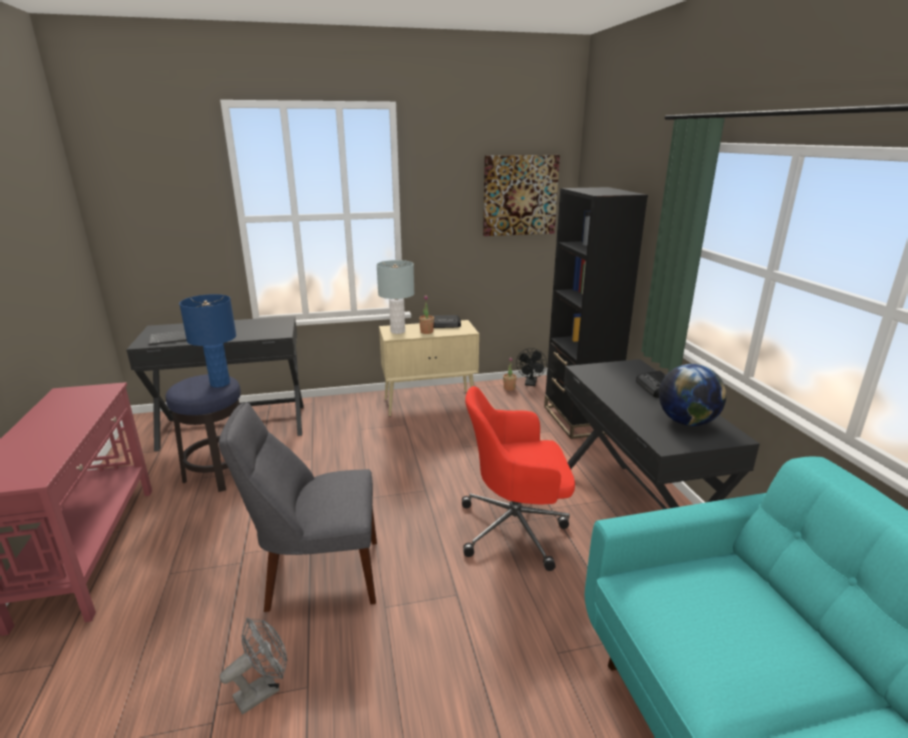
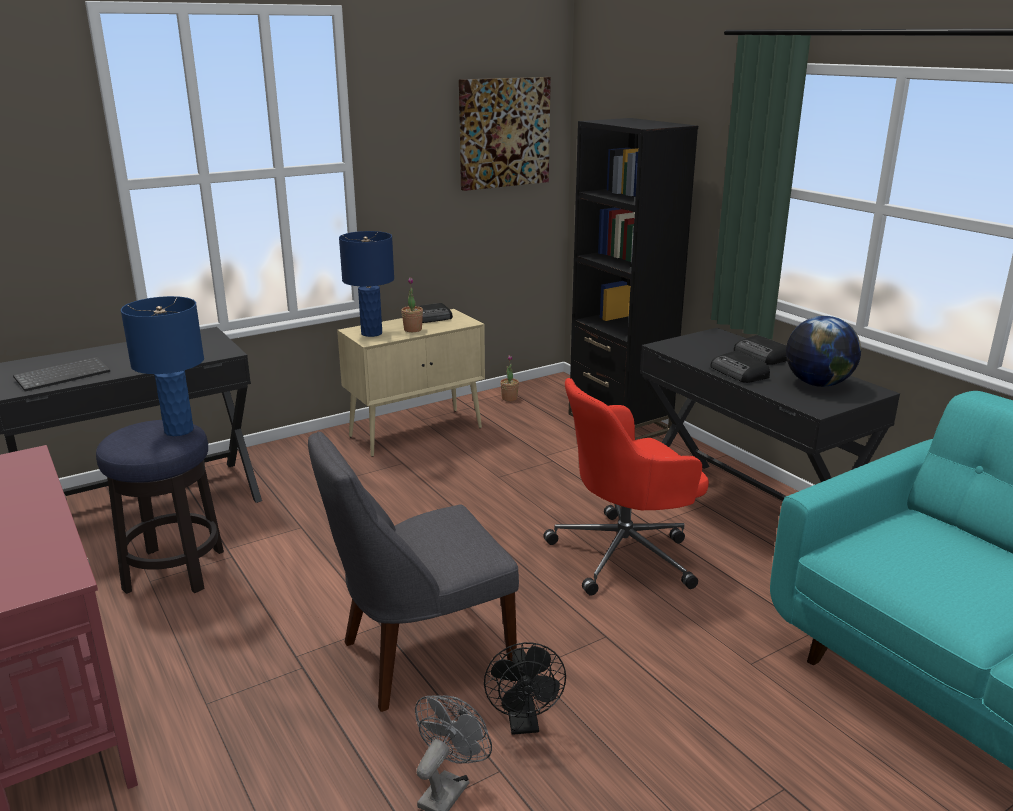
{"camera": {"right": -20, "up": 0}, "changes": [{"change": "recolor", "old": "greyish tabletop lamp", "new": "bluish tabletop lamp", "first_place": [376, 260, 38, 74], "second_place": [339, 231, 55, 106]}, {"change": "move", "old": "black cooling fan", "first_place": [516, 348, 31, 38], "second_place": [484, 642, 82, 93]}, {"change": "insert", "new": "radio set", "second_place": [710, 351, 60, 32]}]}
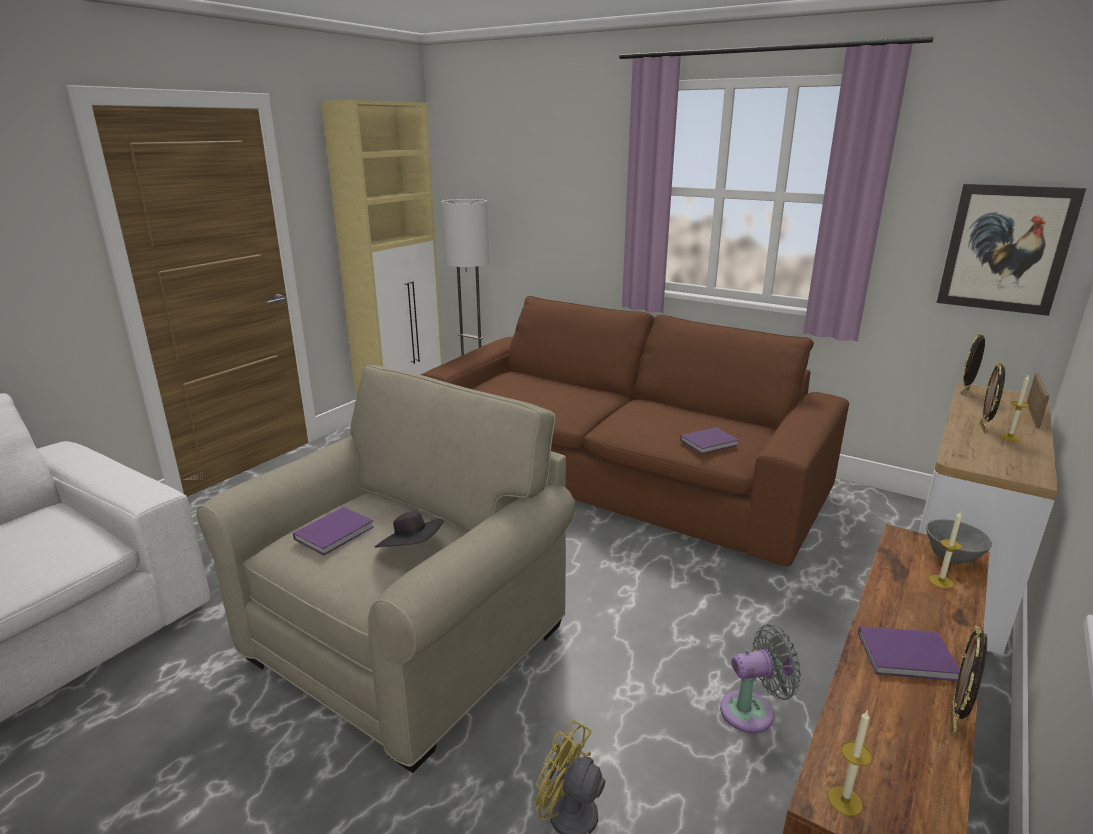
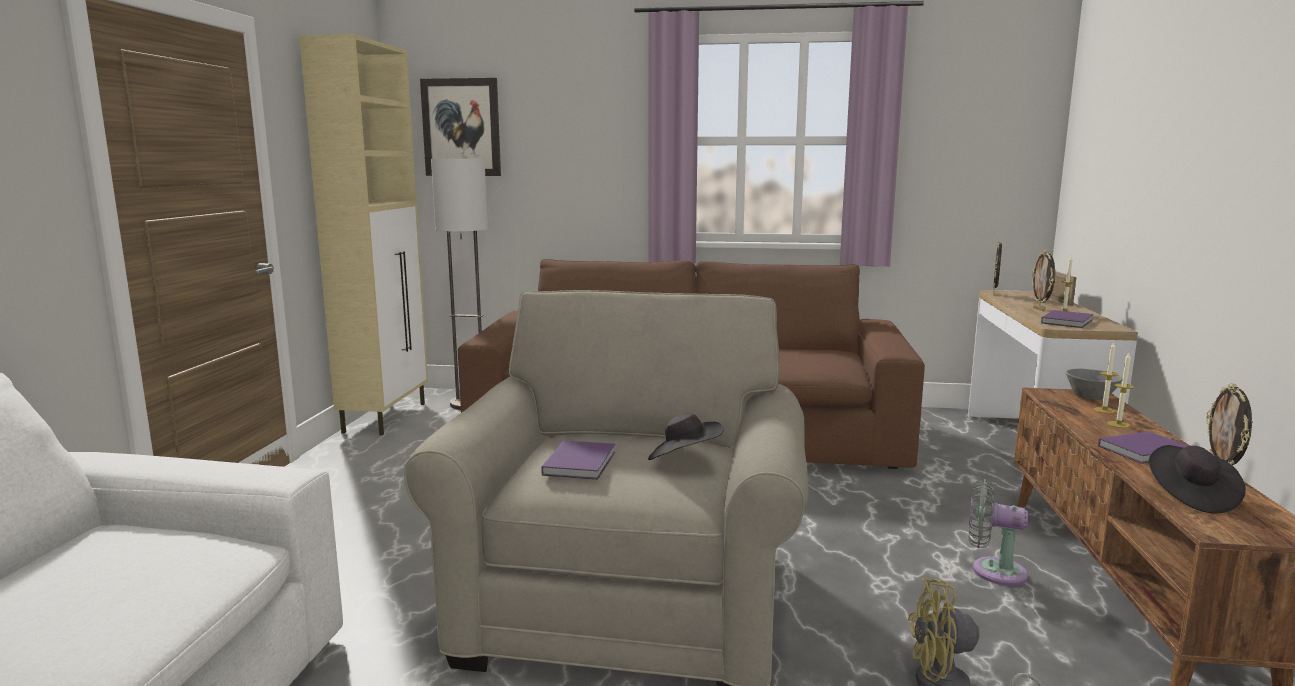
{"camera": {"right": -25, "up": -10}, "changes": [{"change": "move", "old": "wall picture", "first_place": [937, 184, 149, 132], "second_place": [420, 78, 81, 98]}, {"change": "move", "old": "purplish volume", "first_place": [680, 427, 59, 27], "second_place": [1041, 310, 52, 18]}, {"change": "rotate", "old": "greyish cooling fan", "first_place": [720, 624, 81, 109], "second_place": [968, 479, 60, 107], "degrees": -120}, {"change": "move", "old": "wax light", "first_place": [828, 710, 44, 106], "second_place": [1107, 353, 27, 75]}, {"change": "insert", "new": "black clothing hat", "second_place": [1149, 445, 97, 68]}]}
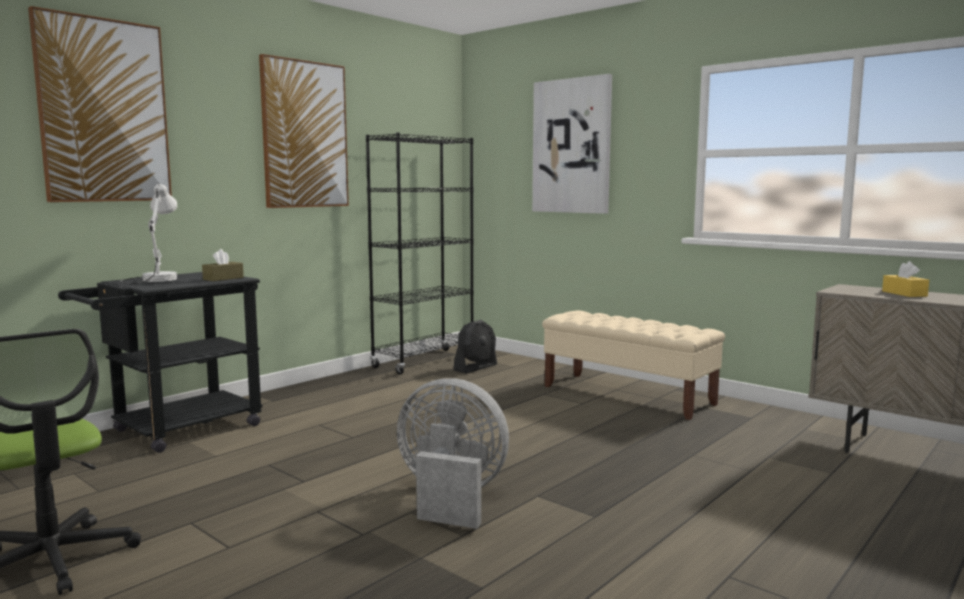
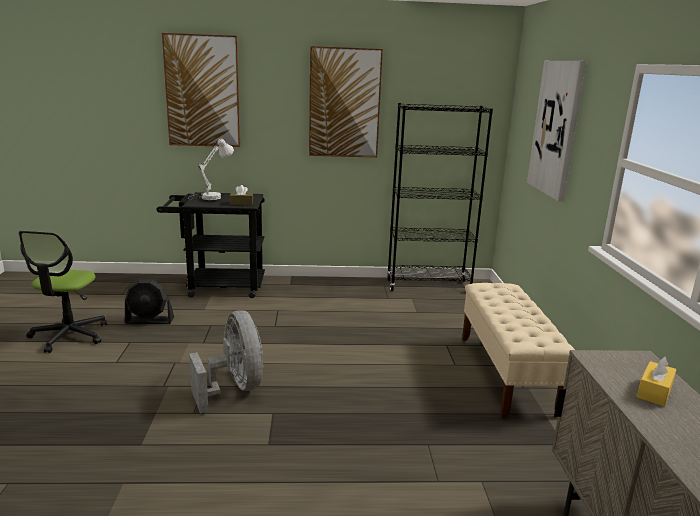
{"camera": {"right": 45, "up": 10}, "changes": [{"change": "move", "old": "black cooling fan", "first_place": [453, 320, 44, 54], "second_place": [125, 280, 49, 44]}]}
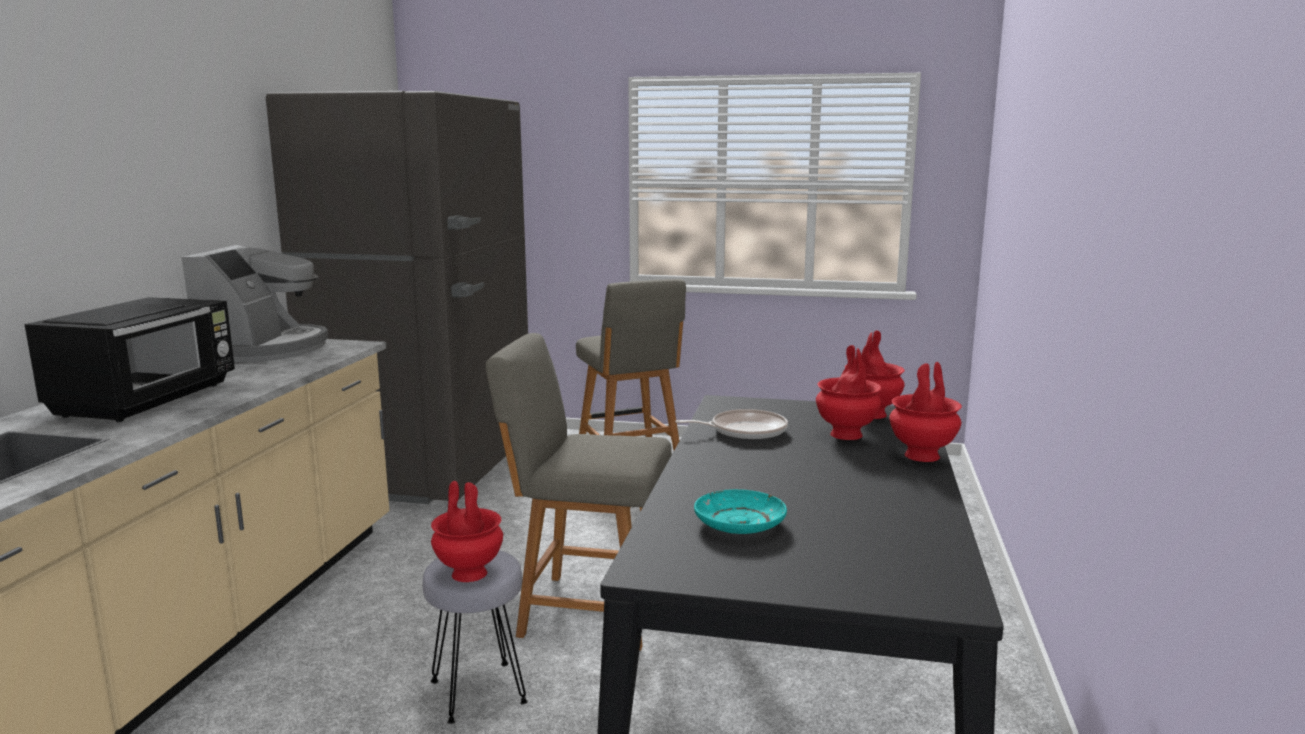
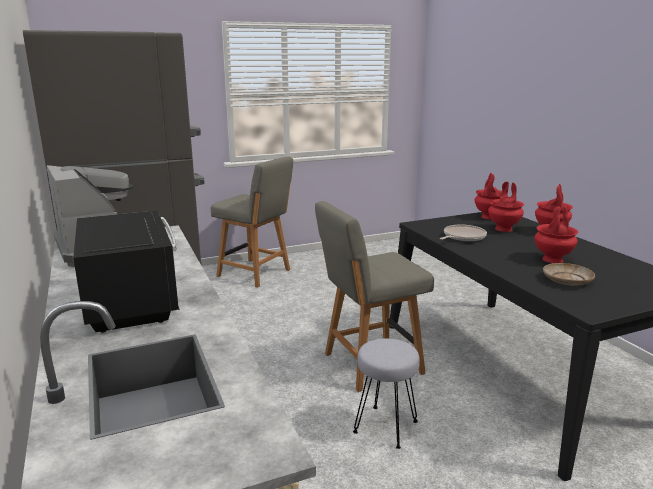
{"camera": {"right": -35, "up": 5}, "changes": [{"change": "move", "old": "reddish decorative vase", "first_place": [431, 481, 72, 101], "second_place": [534, 206, 44, 57]}, {"change": "recolor", "old": "turquoise flat dish", "new": "sand-coloured flat dish", "first_place": [694, 489, 93, 45], "second_place": [543, 263, 52, 23]}]}
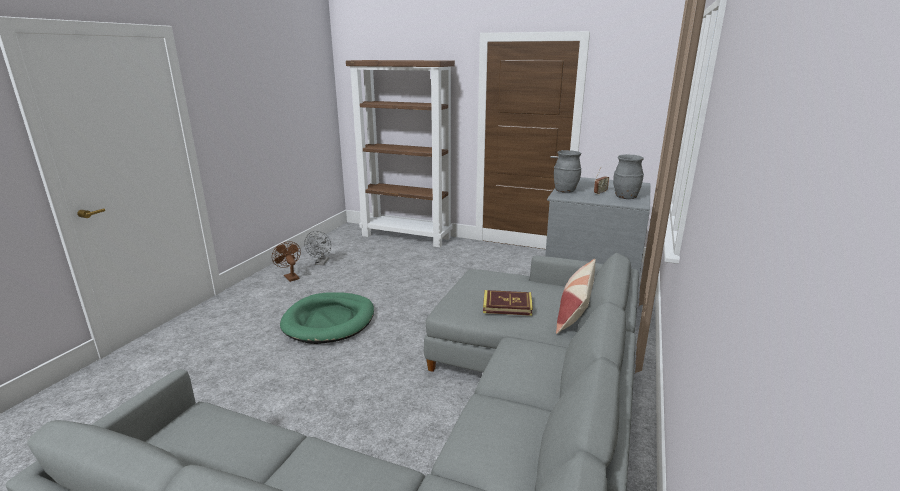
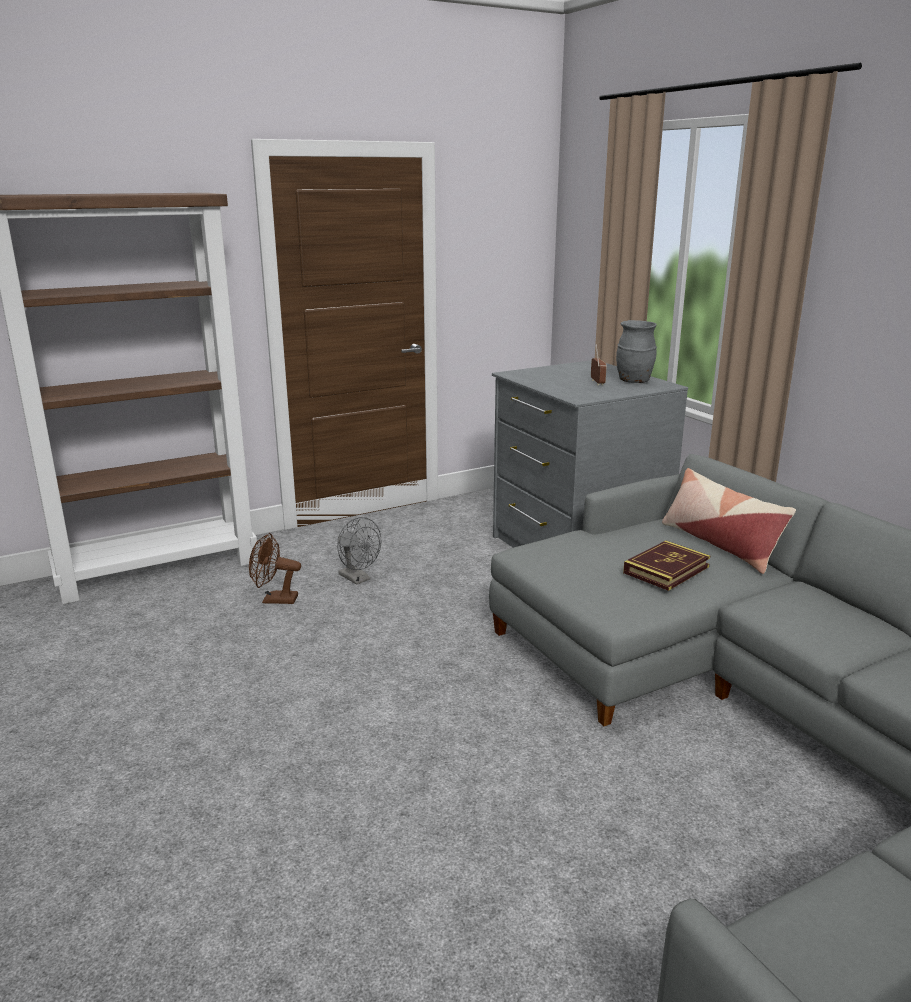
{"camera": {"right": -50, "up": 0}, "changes": [{"change": "delete", "old": "greyish decorative vase", "first_place": [554, 150, 27, 43]}, {"change": "move", "old": "greyish cooling fan", "first_place": [304, 231, 27, 34], "second_place": [337, 517, 44, 68]}, {"change": "move", "old": "brownish cooling fan", "first_place": [272, 241, 29, 41], "second_place": [249, 533, 52, 71]}, {"change": "delete", "old": "green pet bed", "first_place": [280, 292, 94, 52]}]}
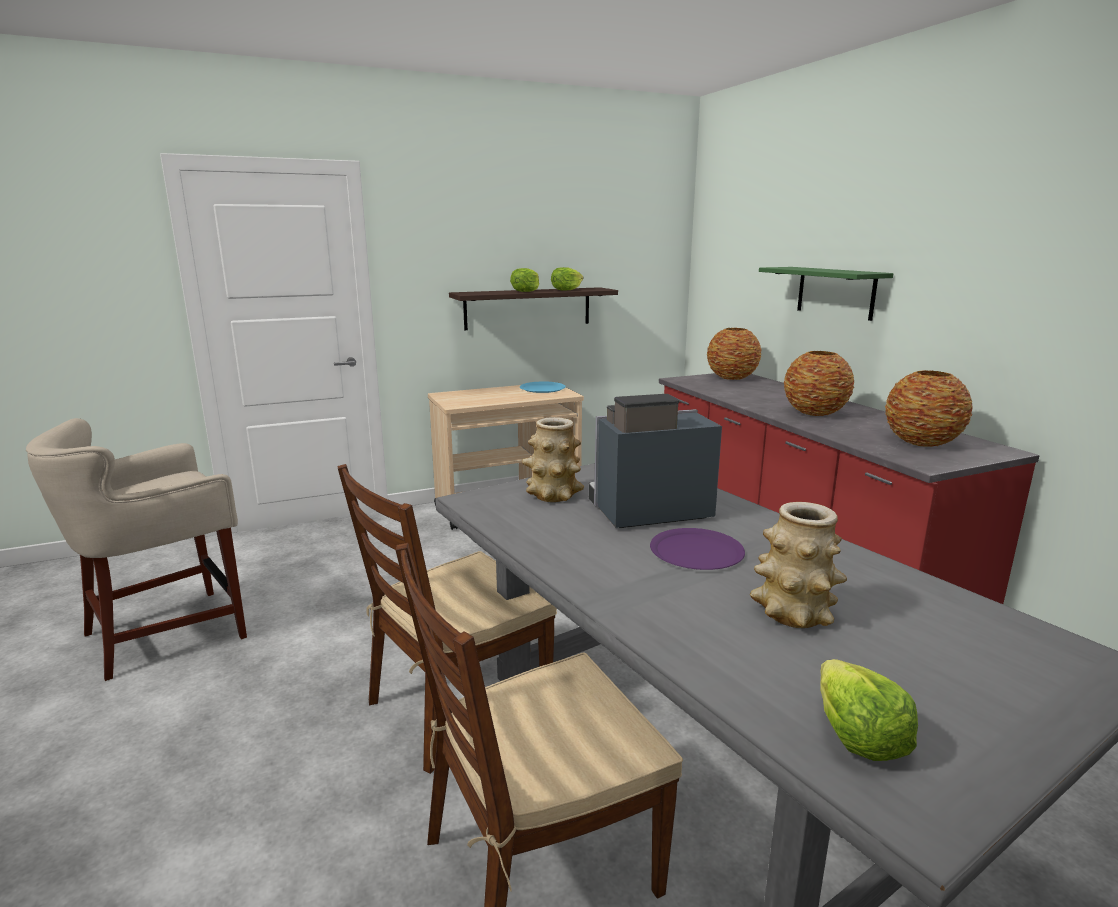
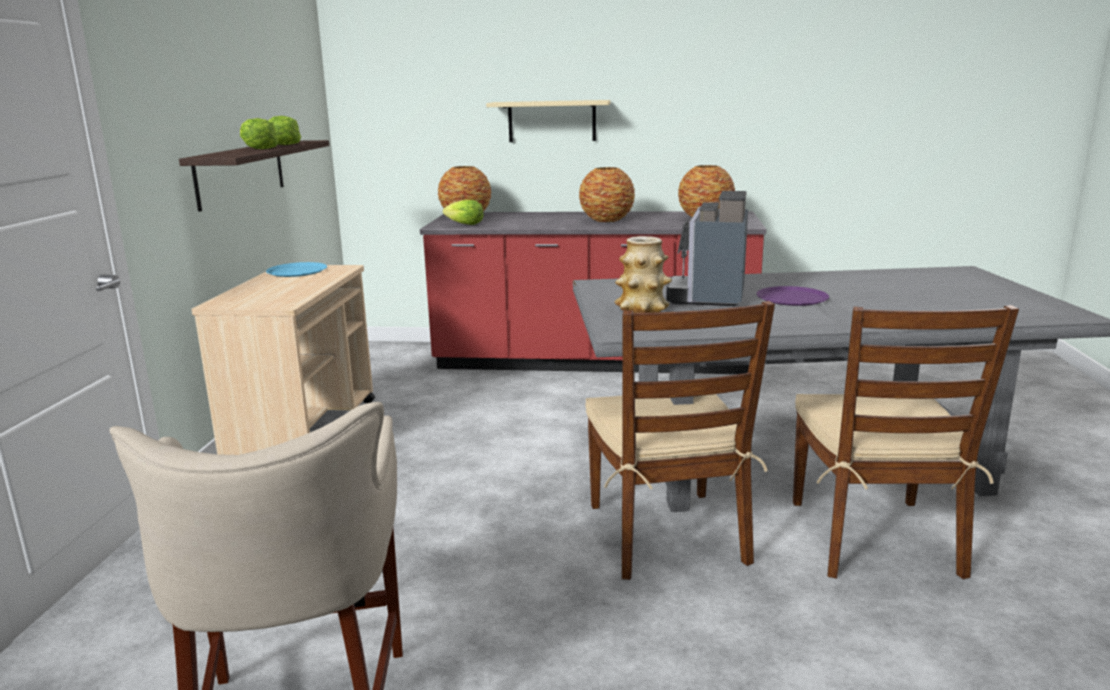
{"camera": {"right": -60, "up": 0}, "changes": [{"change": "recolor", "old": "green bracket shelf", "new": "sand-coloured bracket shelf", "first_place": [759, 267, 134, 54], "second_place": [486, 100, 125, 42]}, {"change": "delete", "old": "decorative vase", "first_place": [750, 502, 97, 126]}, {"change": "move", "old": "head of lettuce", "first_place": [820, 659, 98, 102], "second_place": [443, 200, 41, 25]}]}
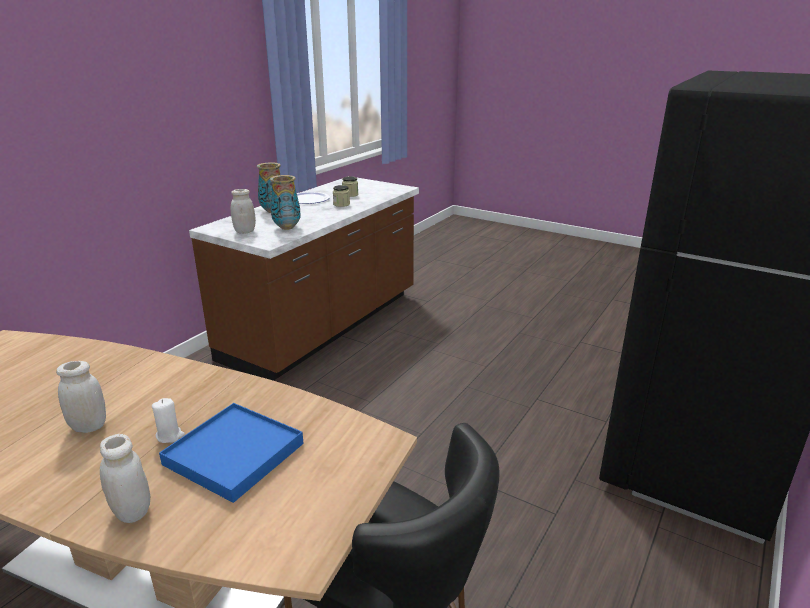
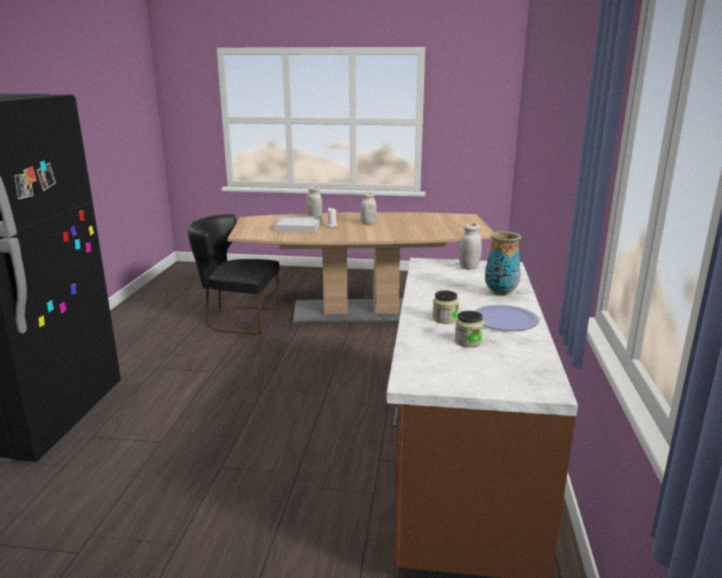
{"camera": {"right": 155, "up": -5}, "changes": [{"change": "delete", "old": "decorative vase", "first_place": [270, 175, 31, 55]}, {"change": "recolor", "old": "bluish tray", "new": "white tray", "first_place": [159, 403, 145, 100], "second_place": [275, 215, 47, 17]}]}
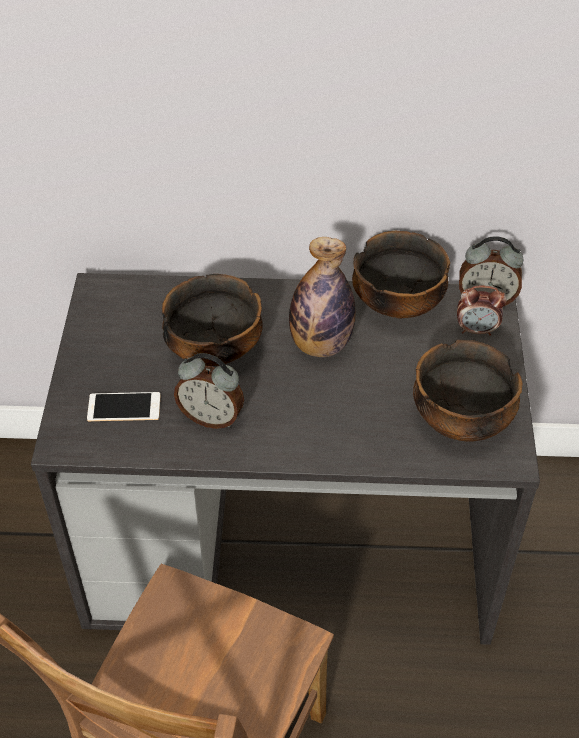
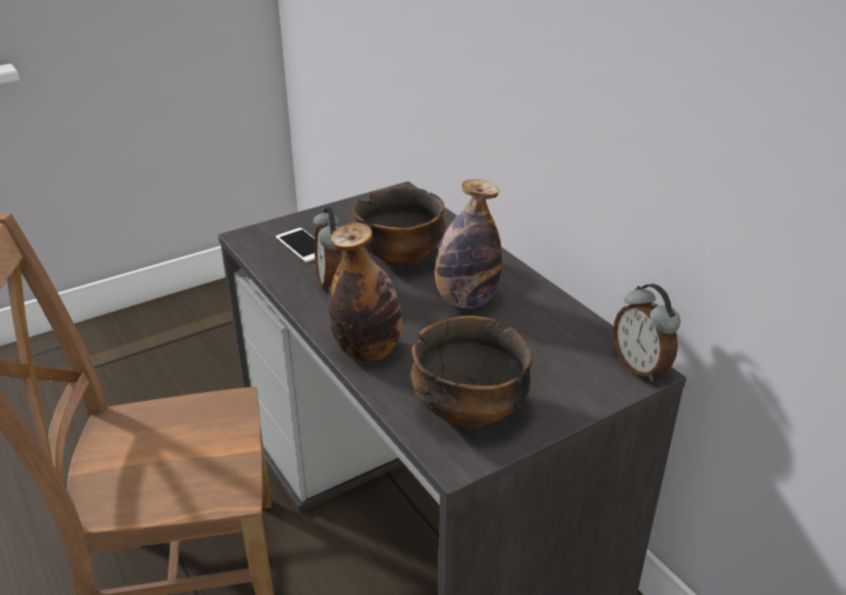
{"camera": {"right": 55, "up": -15}, "changes": [{"change": "delete", "old": "deep dish", "first_place": [352, 231, 98, 88]}, {"change": "delete", "old": "alarm clock", "first_place": [457, 285, 49, 51]}, {"change": "insert", "new": "beverage bottle", "second_place": [328, 223, 74, 139]}]}
